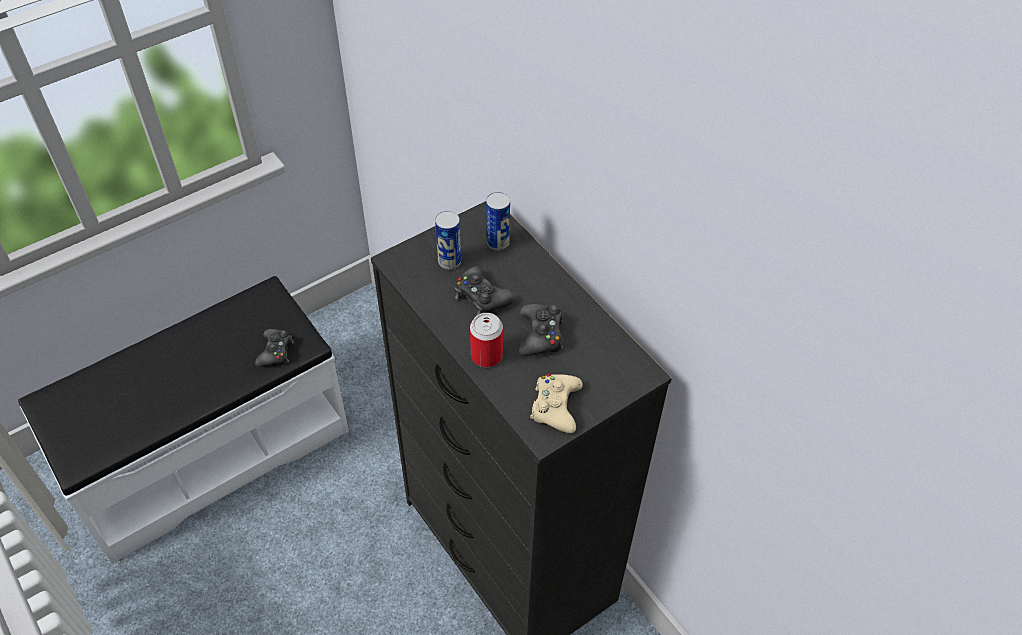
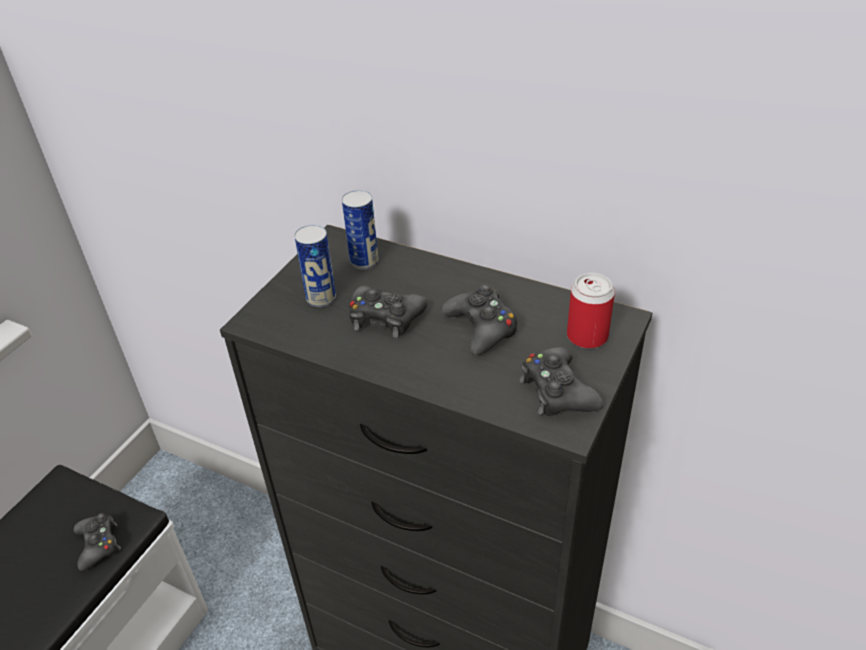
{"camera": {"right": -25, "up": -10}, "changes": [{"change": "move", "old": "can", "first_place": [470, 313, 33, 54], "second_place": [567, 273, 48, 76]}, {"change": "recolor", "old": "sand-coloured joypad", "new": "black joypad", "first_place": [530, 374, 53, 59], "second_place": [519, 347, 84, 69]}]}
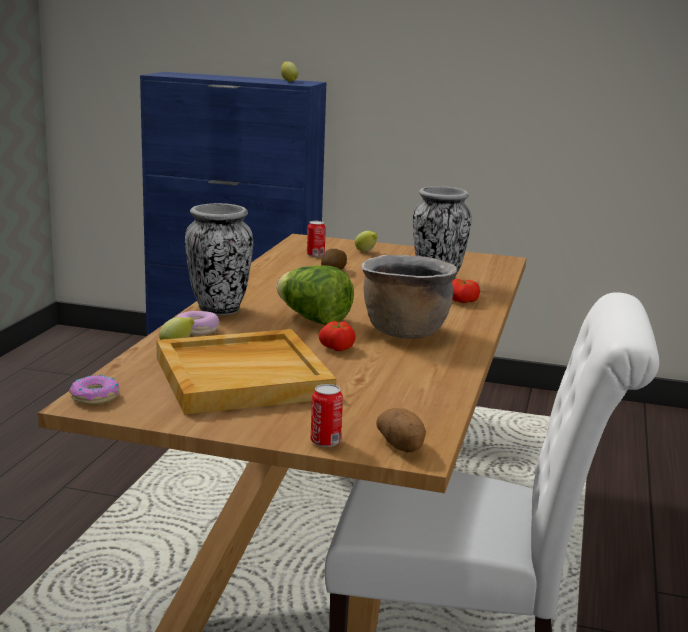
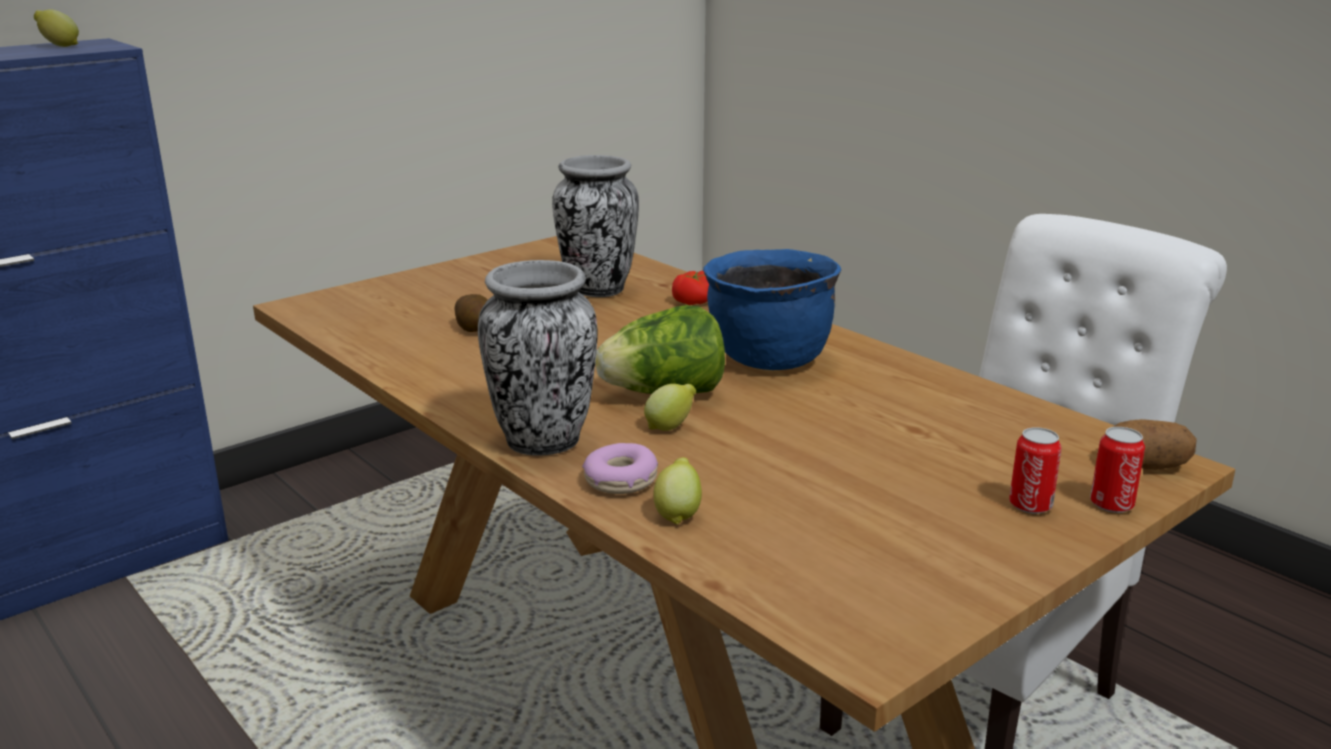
{"camera": {"right": -55, "up": 5}, "changes": [{"change": "move", "old": "can", "first_place": [307, 221, 19, 36], "second_place": [1009, 427, 52, 87]}, {"change": "move", "old": "lemon", "first_place": [355, 231, 23, 21], "second_place": [644, 384, 52, 47]}, {"change": "recolor", "old": "brownish saucepot", "new": "bluish saucepot", "first_place": [361, 255, 96, 84], "second_place": [703, 249, 138, 121]}, {"change": "delete", "old": "whole tomato", "first_place": [319, 321, 37, 30]}, {"change": "delete", "old": "sand-coloured tray", "first_place": [156, 329, 180, 86]}, {"change": "delete", "old": "donut", "first_place": [69, 374, 51, 31]}]}
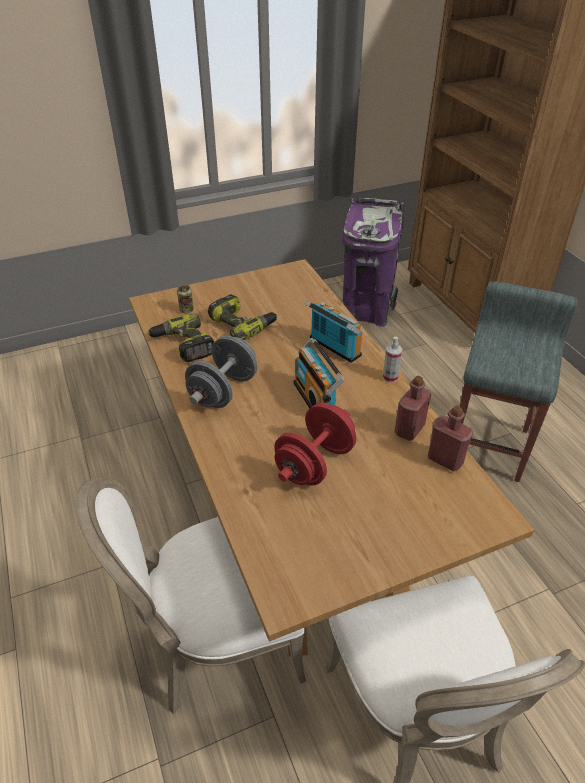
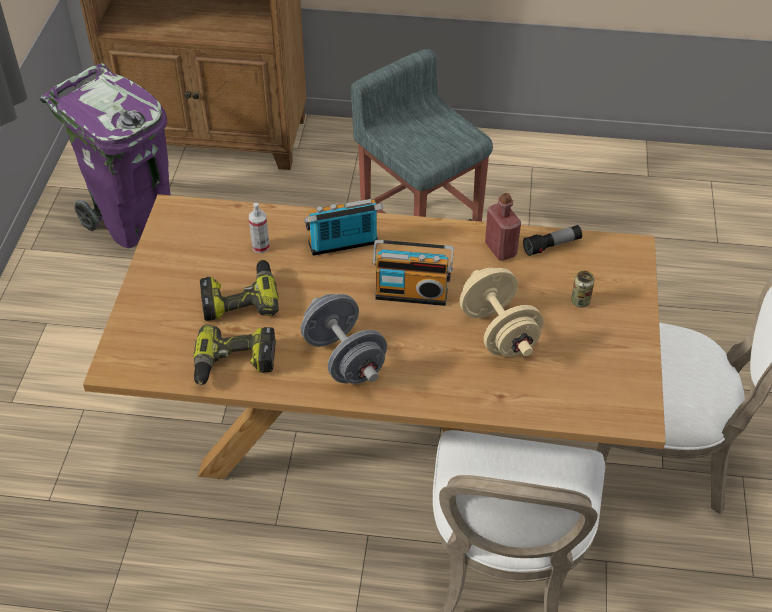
{"camera": {"right": -60, "up": 5}, "changes": [{"change": "move", "old": "can", "first_place": [177, 285, 17, 28], "second_place": [571, 271, 23, 36]}, {"change": "move", "old": "spray bottle", "first_place": [383, 336, 19, 47], "second_place": [249, 203, 21, 50]}, {"change": "recolor", "old": "reddish free weight", "new": "sand-coloured free weight", "first_place": [274, 403, 82, 82], "second_place": [460, 268, 83, 89]}, {"change": "replace", "old": "reddish beverage bottle", "new": "flashlight", "first_place": [428, 406, 45, 66], "second_place": [523, 225, 59, 31]}]}
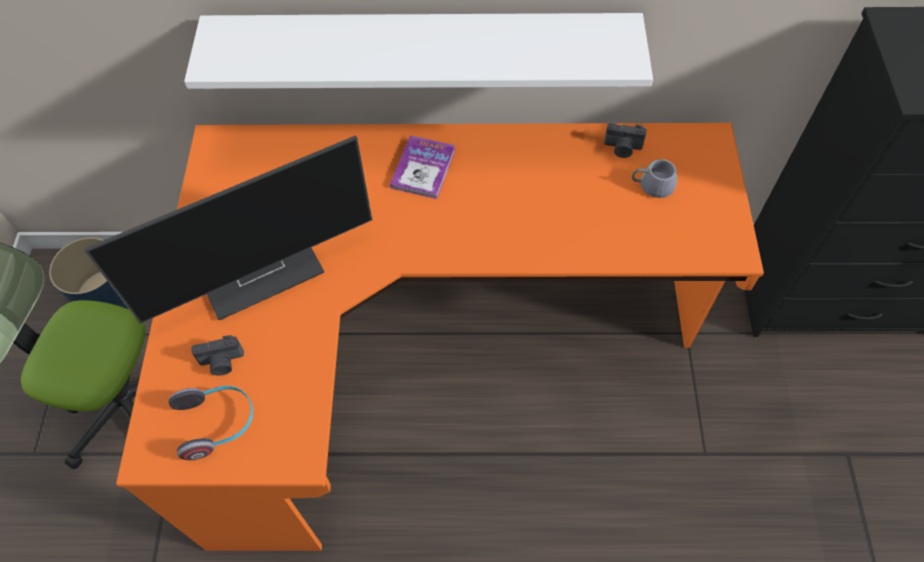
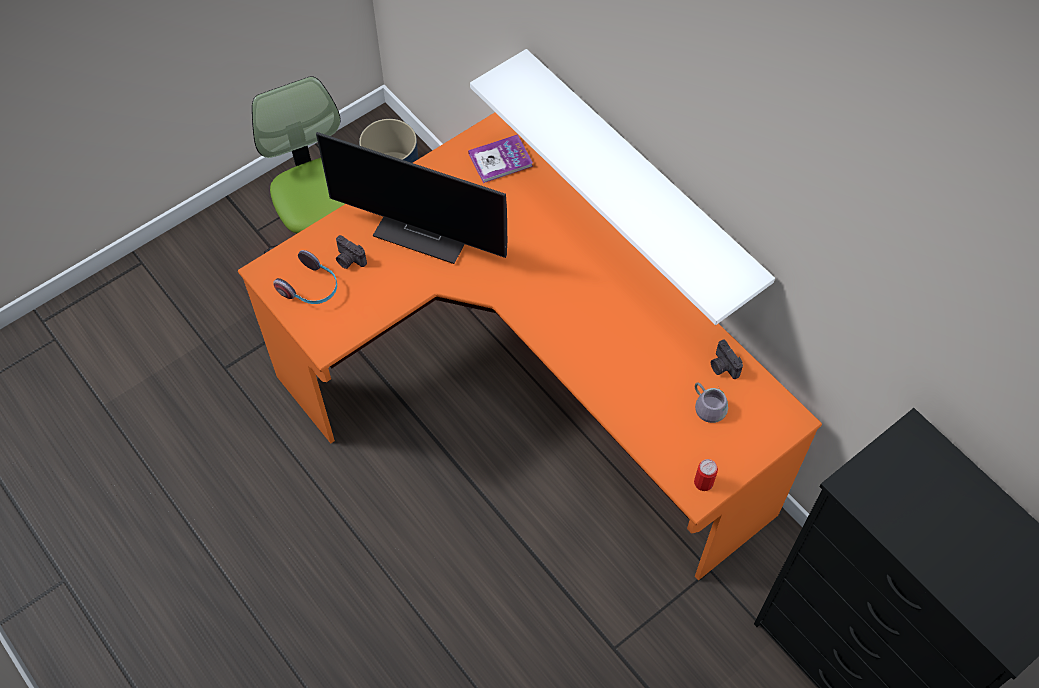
{"camera": {"right": 50, "up": 0}, "changes": [{"change": "move", "old": "volume", "first_place": [390, 136, 65, 63], "second_place": [468, 134, 65, 49]}, {"change": "insert", "new": "can", "second_place": [694, 459, 24, 32]}]}
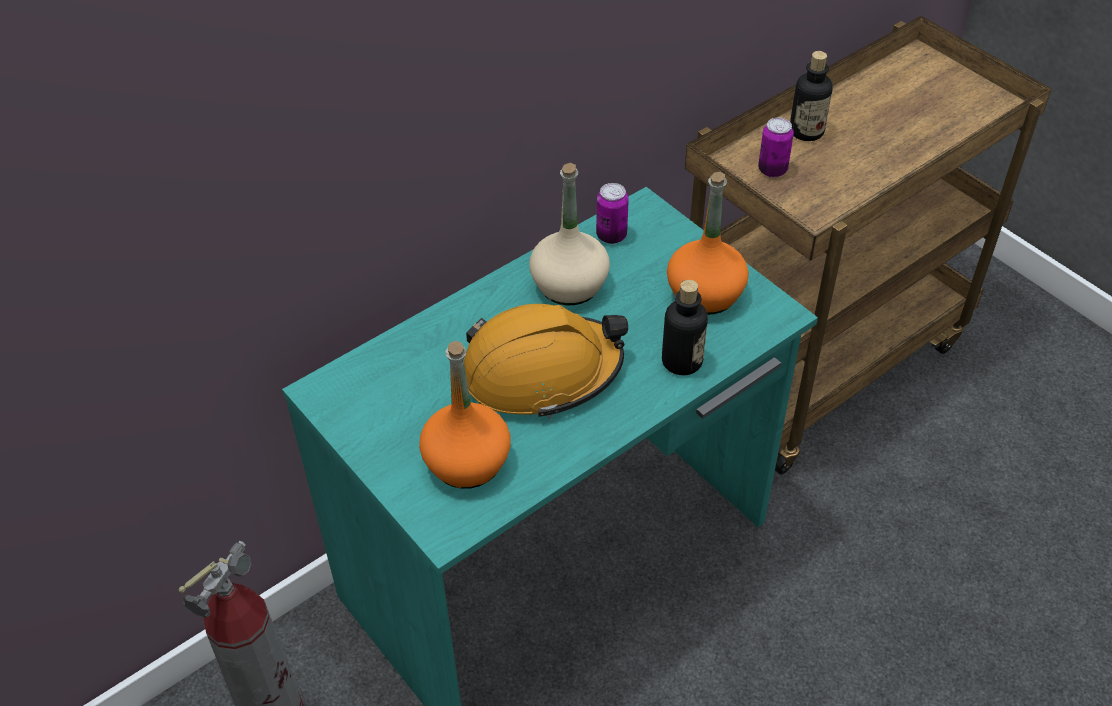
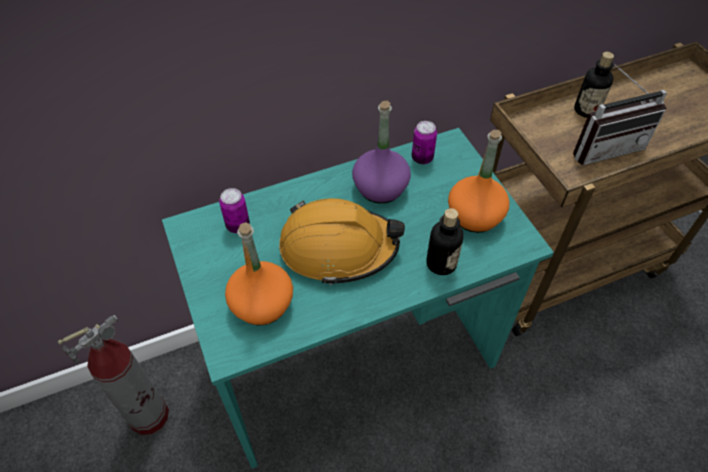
{"camera": {"right": 15, "up": 5}, "changes": [{"change": "move", "old": "can", "first_place": [758, 118, 36, 59], "second_place": [219, 188, 31, 45]}, {"change": "recolor", "old": "sand-coloured beverage bottle", "new": "purplish beverage bottle", "first_place": [529, 163, 81, 142], "second_place": [352, 101, 59, 103]}, {"change": "insert", "new": "radio set", "second_place": [573, 64, 94, 101]}]}
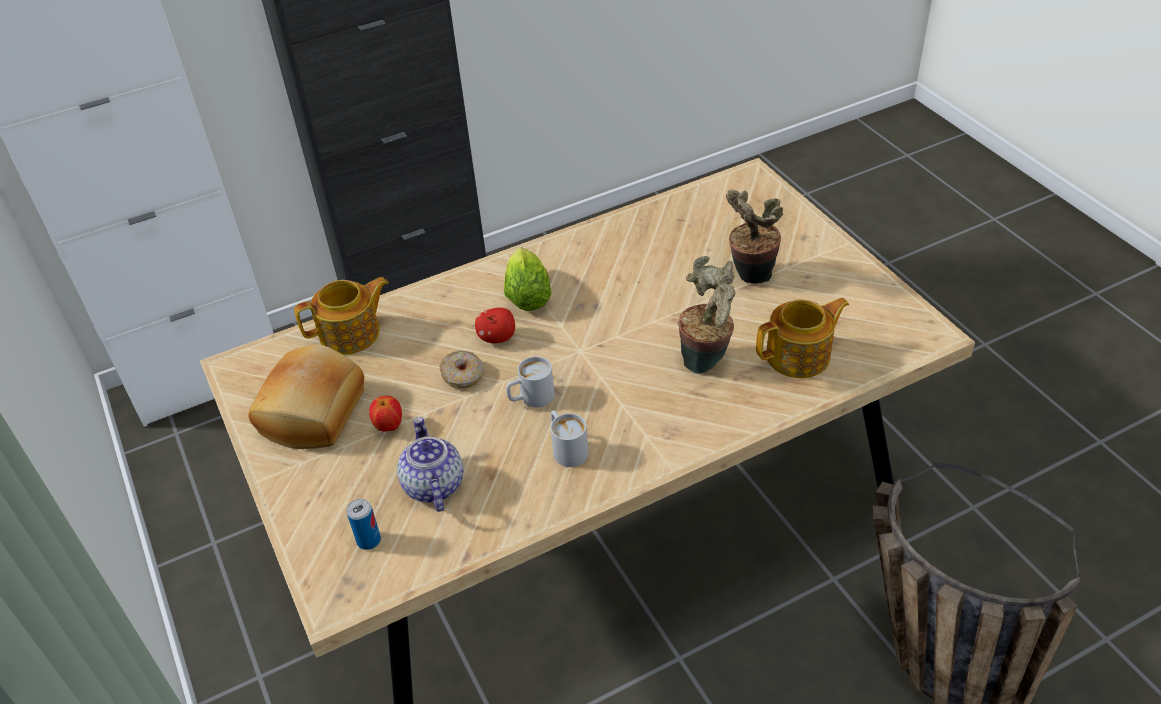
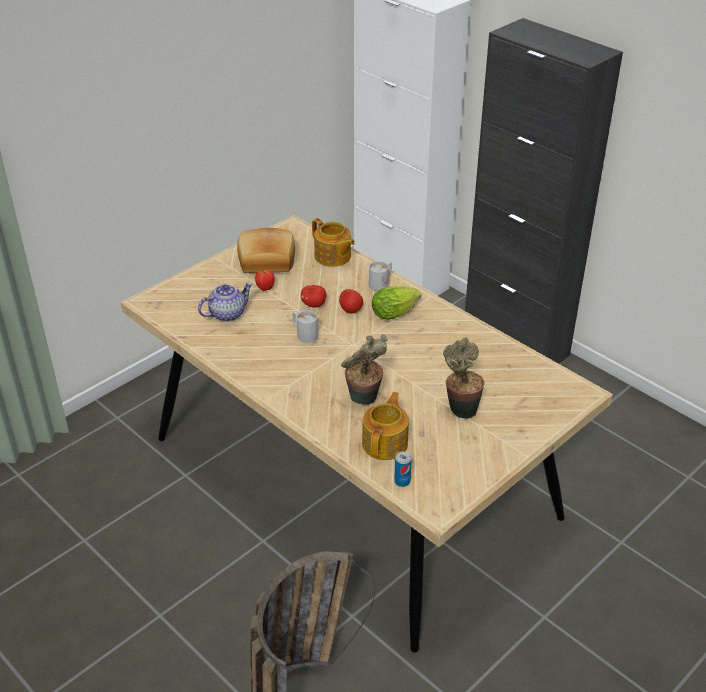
{"camera": {"right": 70, "up": -5}, "changes": [{"change": "rotate", "old": "tea pot", "first_place": [756, 298, 93, 80], "second_place": [362, 392, 47, 68], "degrees": -120}, {"change": "replace", "old": "donut", "new": "whole apple", "first_place": [440, 351, 43, 37], "second_place": [301, 285, 25, 23]}, {"change": "move", "old": "white coffee mug", "first_place": [551, 410, 37, 57], "second_place": [369, 261, 23, 30]}, {"change": "move", "old": "can", "first_place": [347, 499, 34, 51], "second_place": [394, 451, 18, 36]}]}
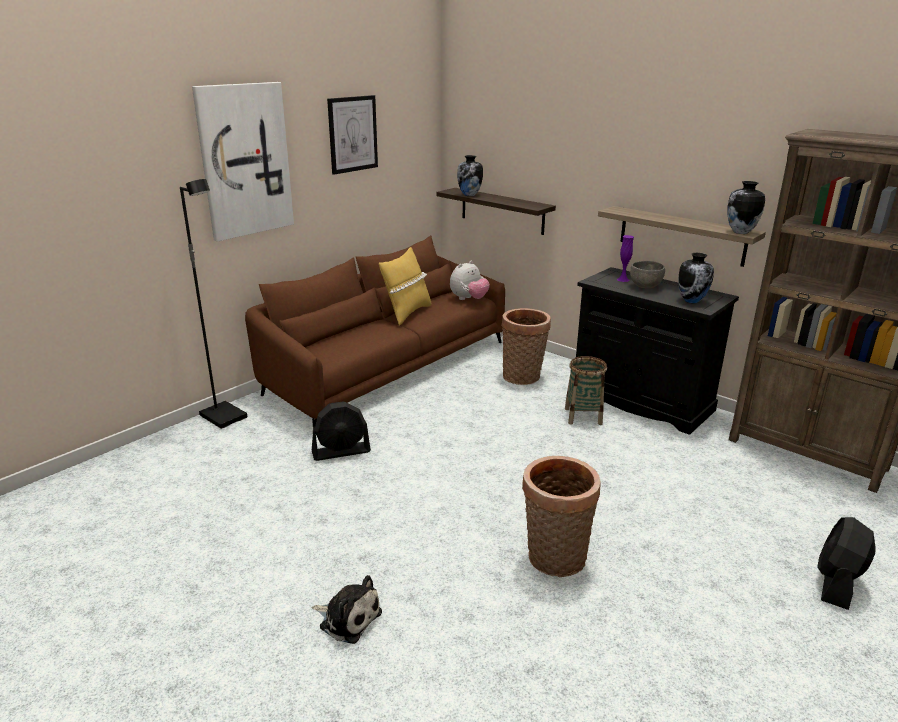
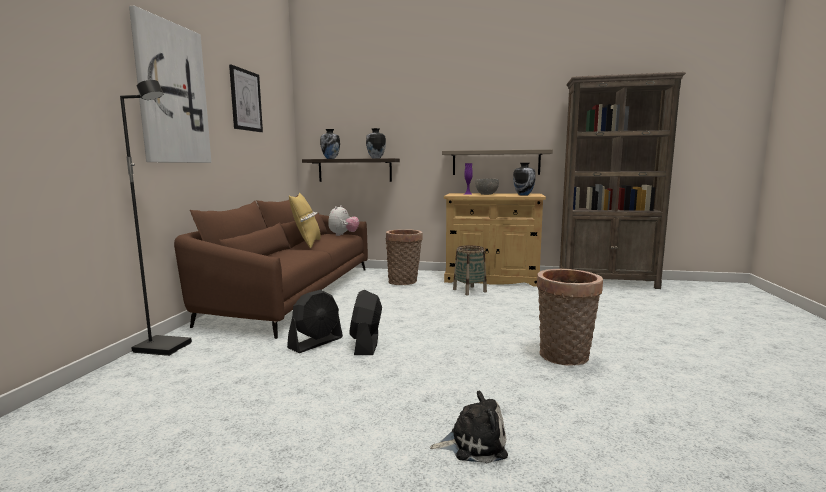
{"camera": {"right": -30, "up": -15}, "changes": [{"change": "move", "old": "decorative vase", "first_place": [728, 181, 37, 53], "second_place": [366, 128, 20, 31]}, {"change": "recolor", "old": "black cupboard", "new": "sand-coloured cupboard", "first_place": [576, 267, 163, 168], "second_place": [444, 193, 102, 94]}, {"change": "move", "old": "black cooling fan", "first_place": [817, 517, 59, 93], "second_place": [349, 290, 33, 65]}]}
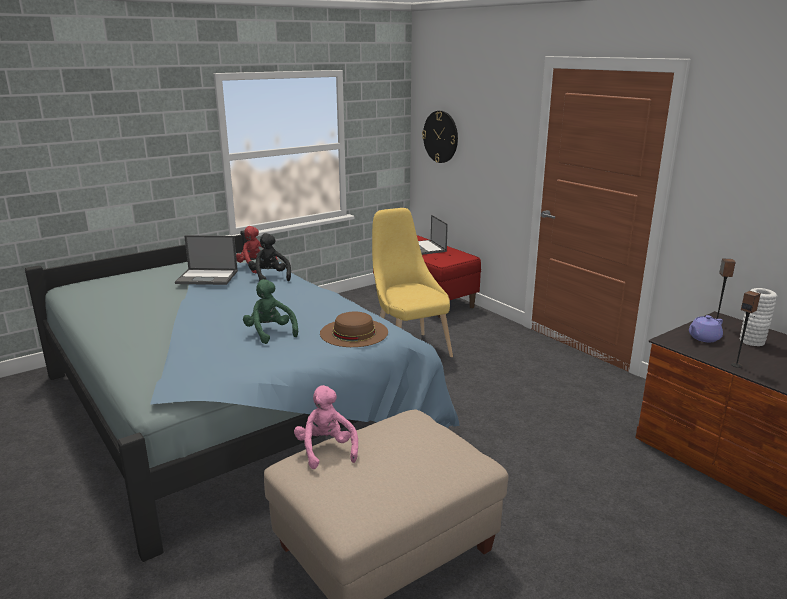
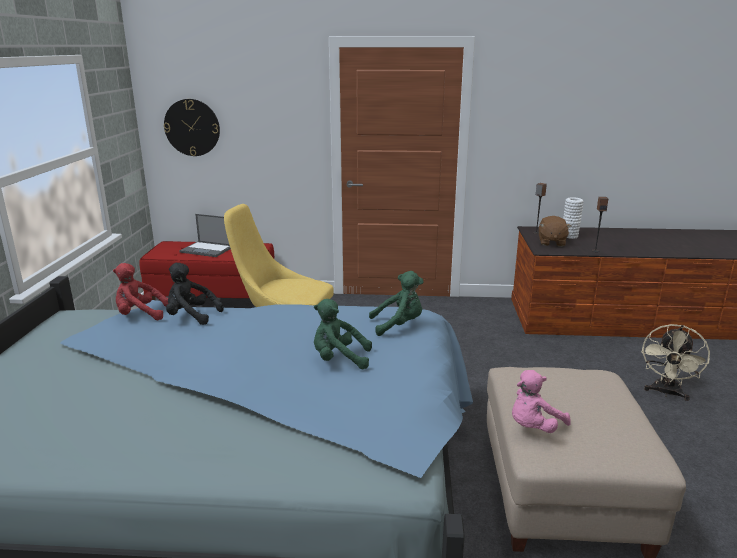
{"camera": {"right": -50, "up": 0}, "changes": [{"change": "delete", "old": "laptop", "first_place": [175, 235, 63, 50]}, {"change": "replace", "old": "brownish clothing hat", "new": "green cuddly toy", "first_place": [320, 312, 68, 35], "second_place": [369, 271, 54, 65]}, {"change": "replace", "old": "purplish tea pot", "new": "brownish cuddly toy", "first_place": [689, 315, 34, 27], "second_place": [539, 216, 32, 31]}, {"change": "rotate", "old": "pink-coloured cuddly toy", "first_place": [294, 385, 64, 84], "second_place": [512, 370, 59, 63], "degrees": -60}, {"change": "insert", "new": "sand-coloured cooling fan", "second_place": [641, 324, 69, 77]}]}
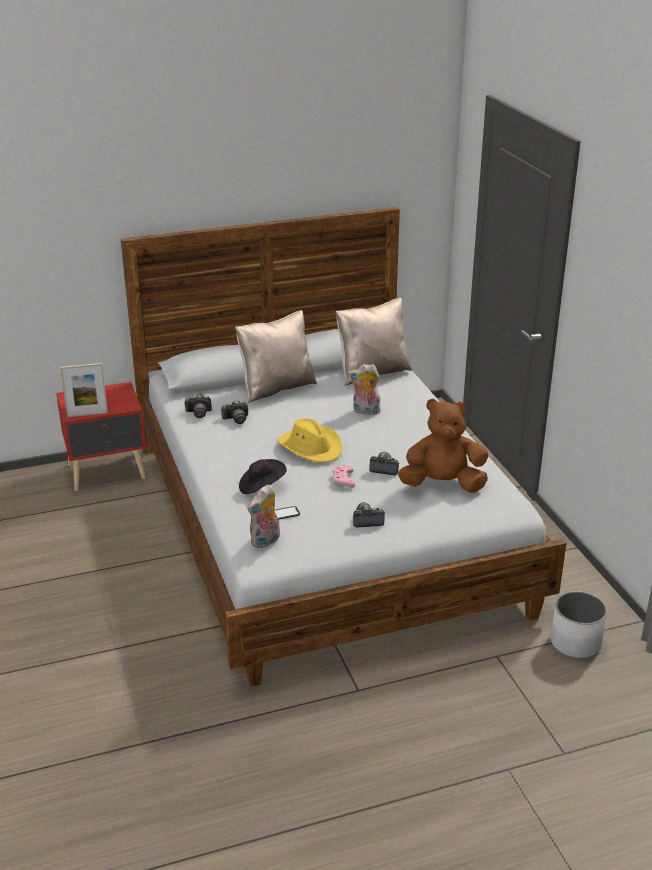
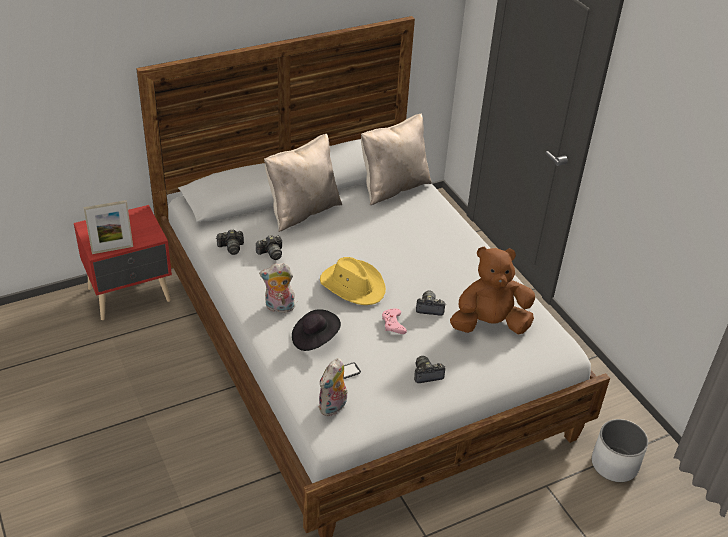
{"camera": {"right": -10, "up": 10}, "changes": [{"change": "move", "old": "cuddly toy", "first_place": [349, 364, 32, 51], "second_place": [259, 263, 36, 50]}]}
